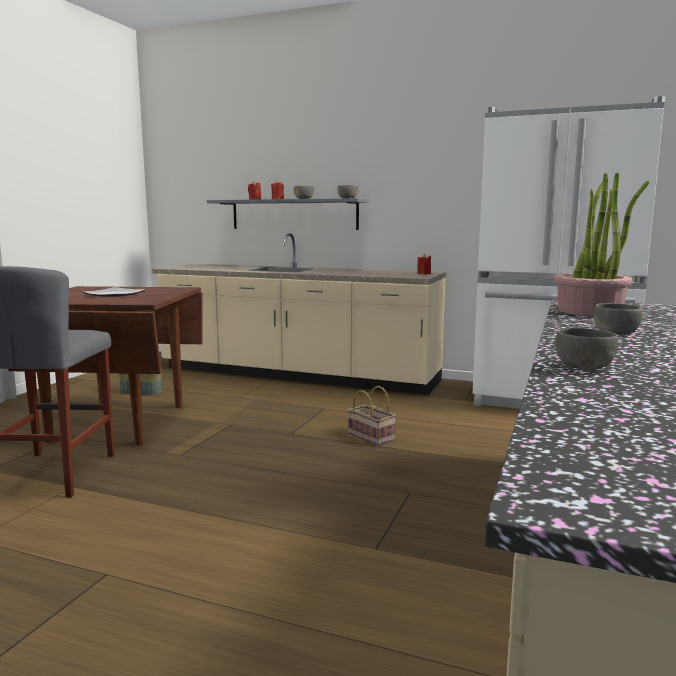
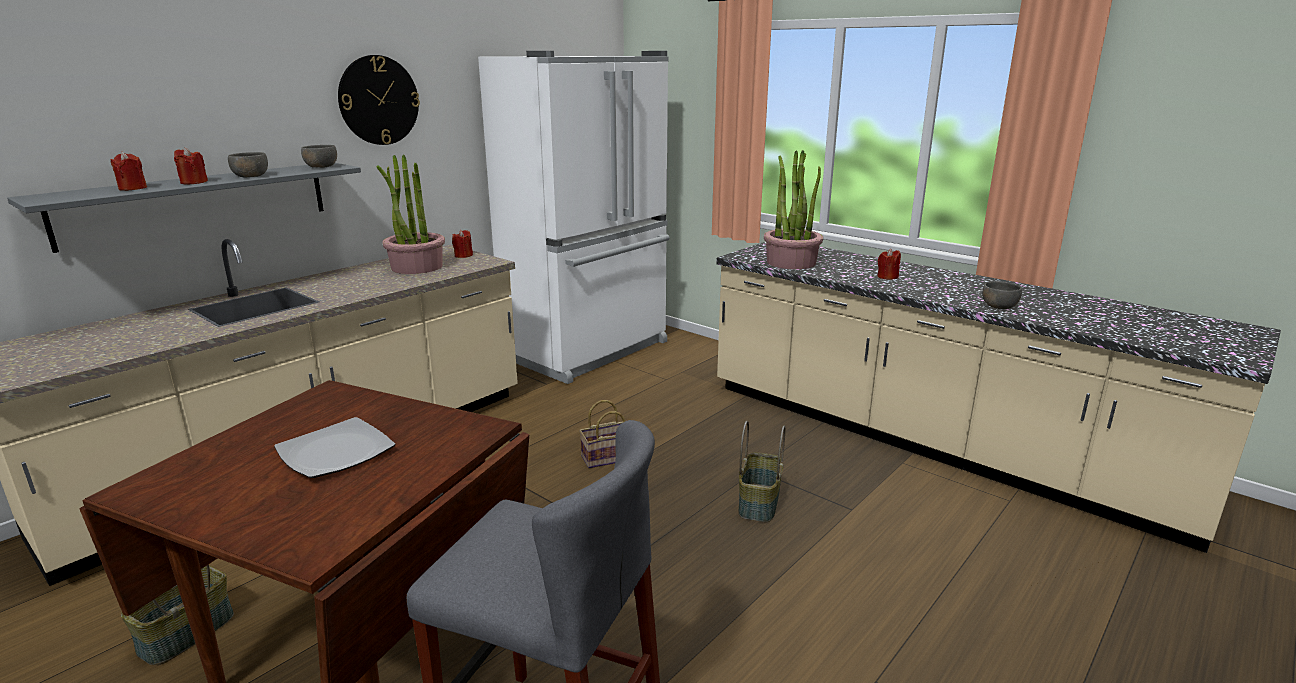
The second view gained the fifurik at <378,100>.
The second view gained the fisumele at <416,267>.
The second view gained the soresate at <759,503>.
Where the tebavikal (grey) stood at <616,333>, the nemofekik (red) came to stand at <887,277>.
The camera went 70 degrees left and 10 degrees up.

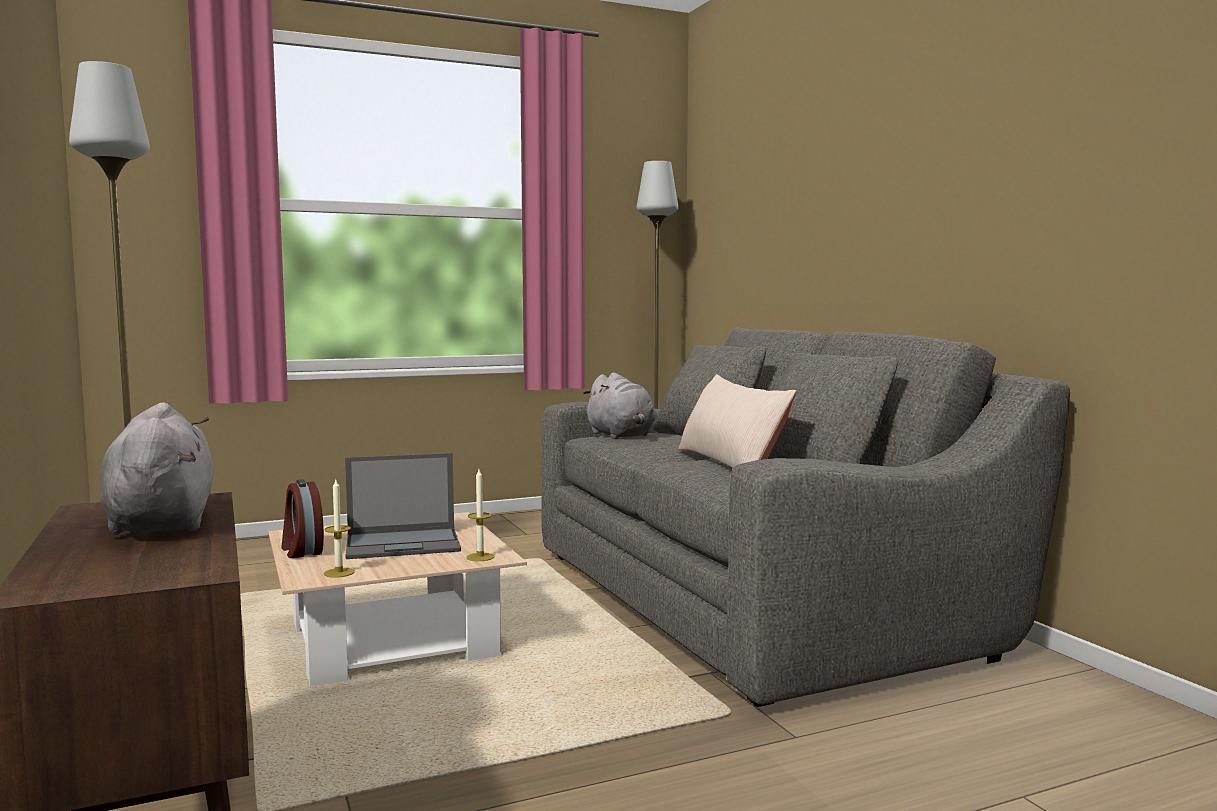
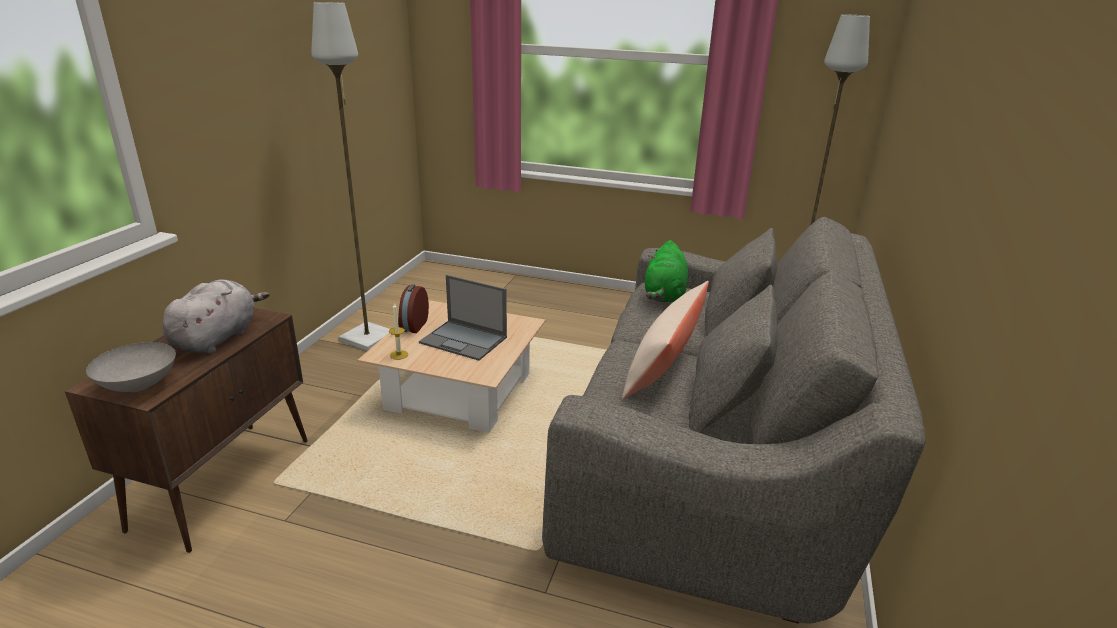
The second view lost the nemofekik at <480,557>.
The second view gained the tebavikal (grey) at <140,385>.
What was the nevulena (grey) at <621,436> turned into the nevulena (green) at <664,295>.
The camera went 40 degrees right and 20 degrees up.

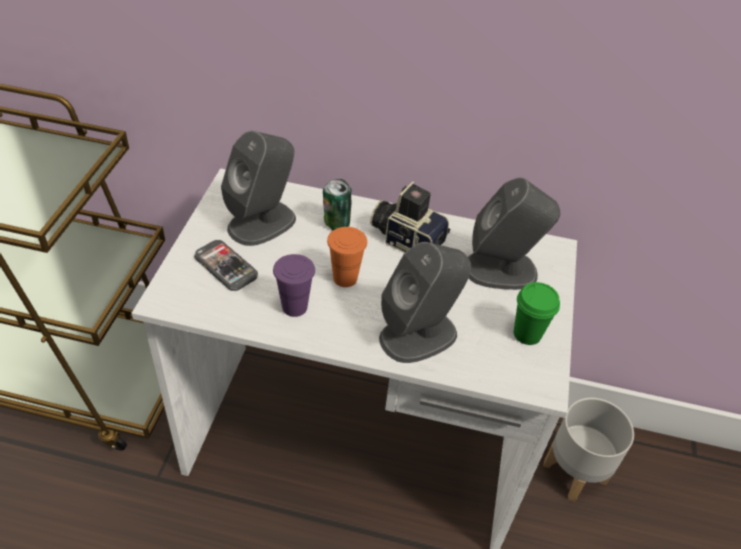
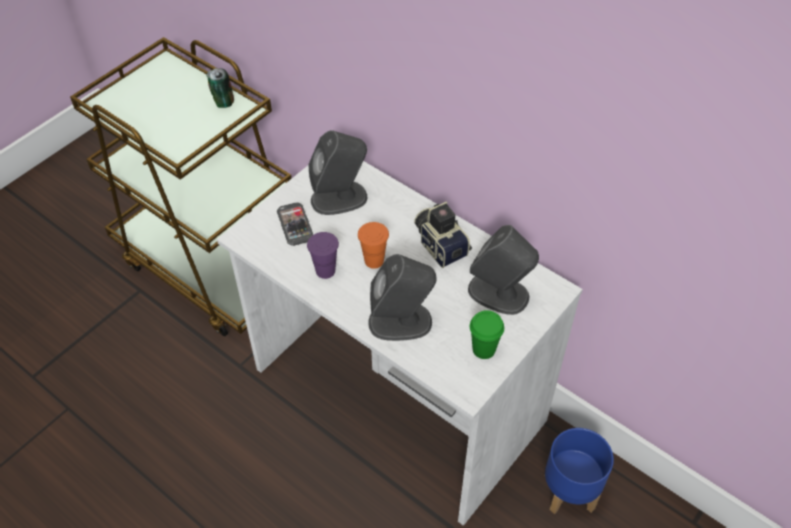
The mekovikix ended up elsewhere, having gone from <336,224> to <223,102>.
What was the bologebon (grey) at <573,473> turned into the bologebon (blue) at <568,491>.
The camera went 30 degrees right and 5 degrees up.

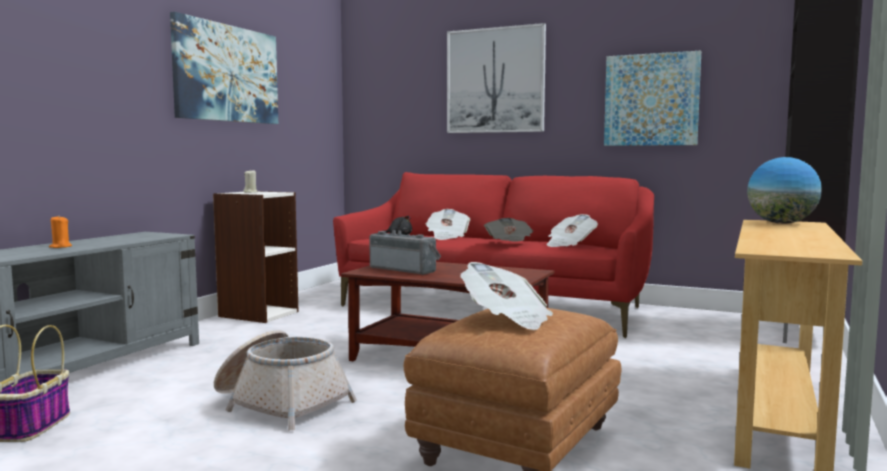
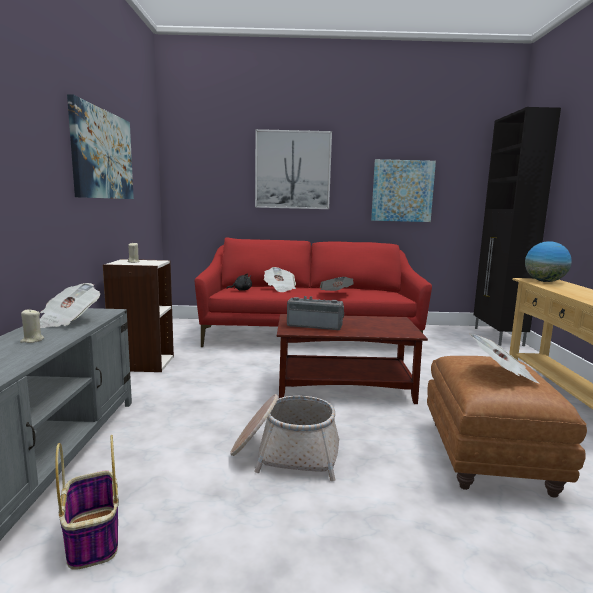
The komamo ended up elsewhere, having gone from <569,245> to <67,321>.
What was the nemofekik (orange) at <60,247> turned into the nemofekik (beige) at <32,340>.
The camera went 25 degrees left and 5 degrees up.

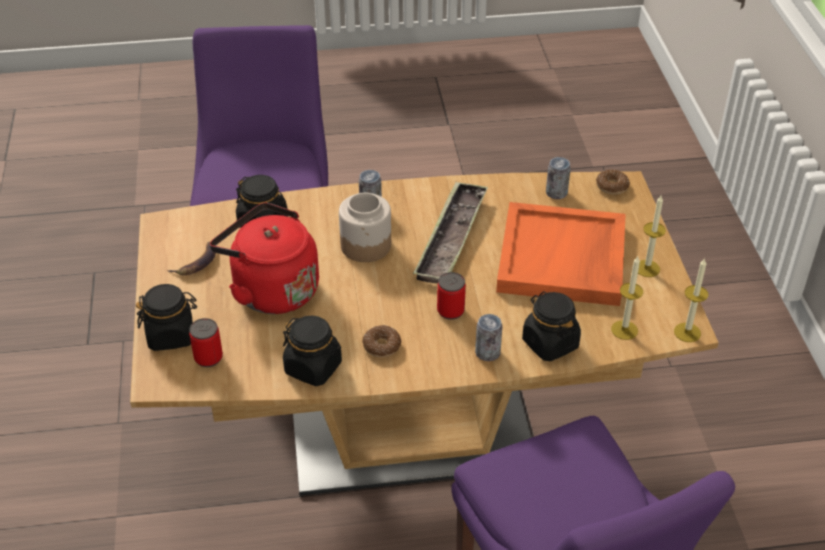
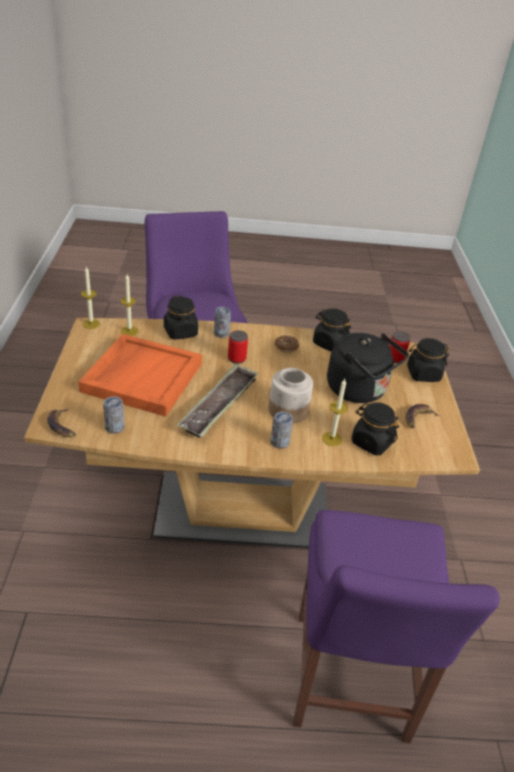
The nemofekik ended up elsewhere, having gone from <647,268> to <332,439>.
Where the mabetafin stood at <612,186>, the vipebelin came to stand at <62,426>.
What was the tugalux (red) at <271,290> turned into the tugalux (black) at <359,391>.
The camera went 175 degrees left and 5 degrees down.

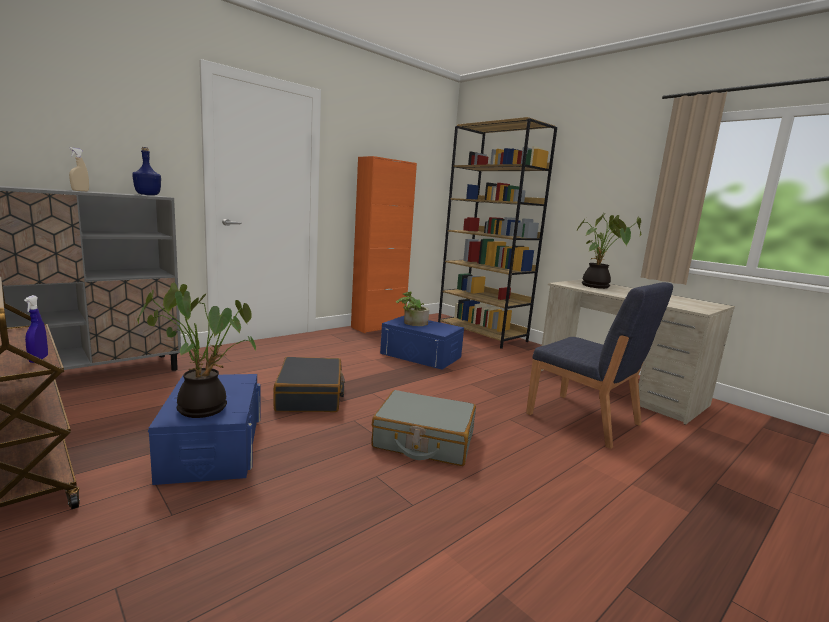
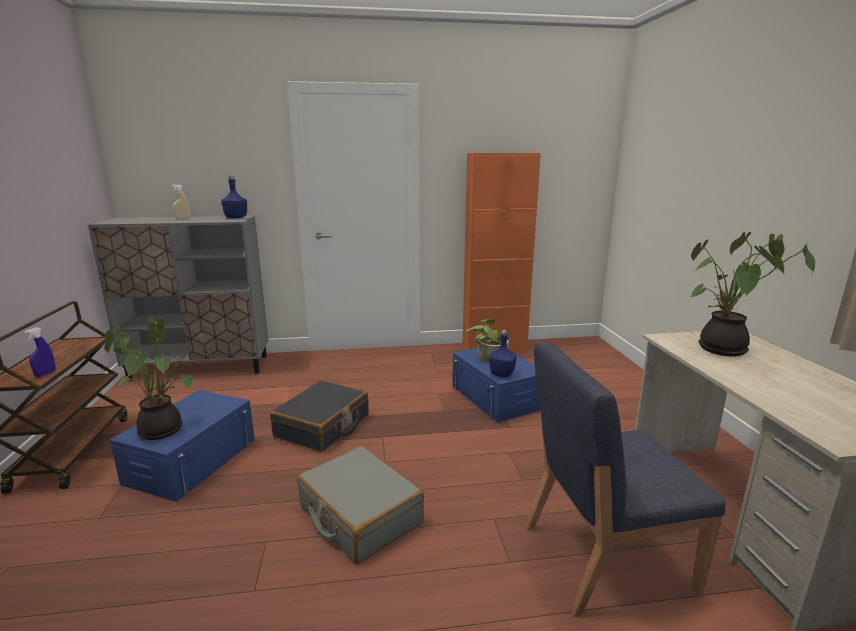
The second view lost the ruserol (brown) at <482,334>.
The second view gained the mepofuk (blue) at <501,374>.
The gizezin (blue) at <584,420> ended up facing another way, 90 degrees clockwise from before.
The camera went 35 degrees right and 5 degrees up.

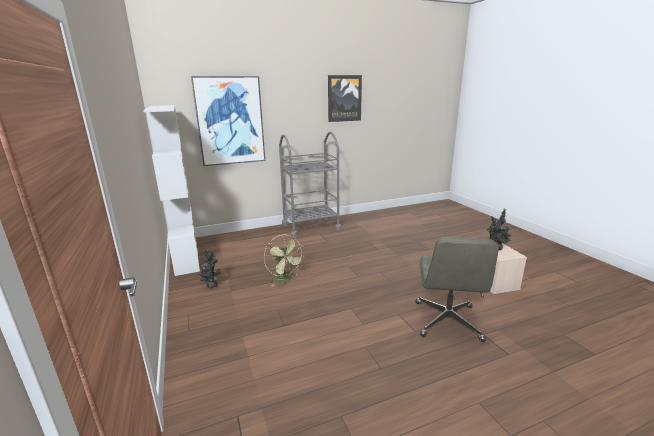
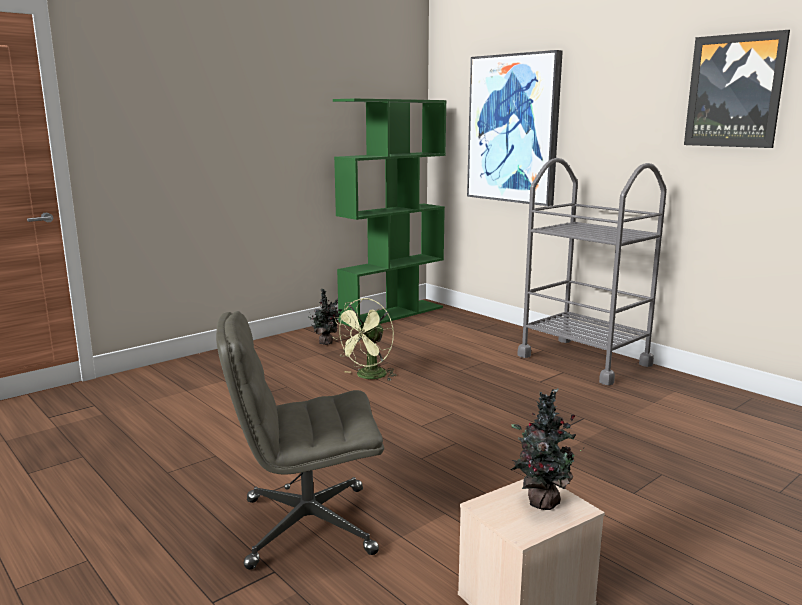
What was the ruserol (white) at <186,256> turned into the ruserol (green) at <392,314>.
The camera went 70 degrees right and 5 degrees down.

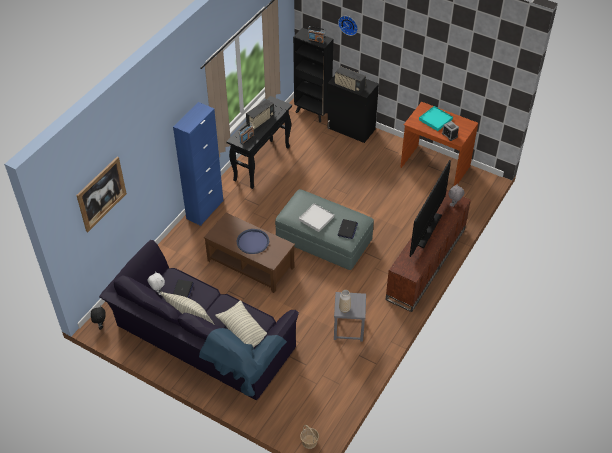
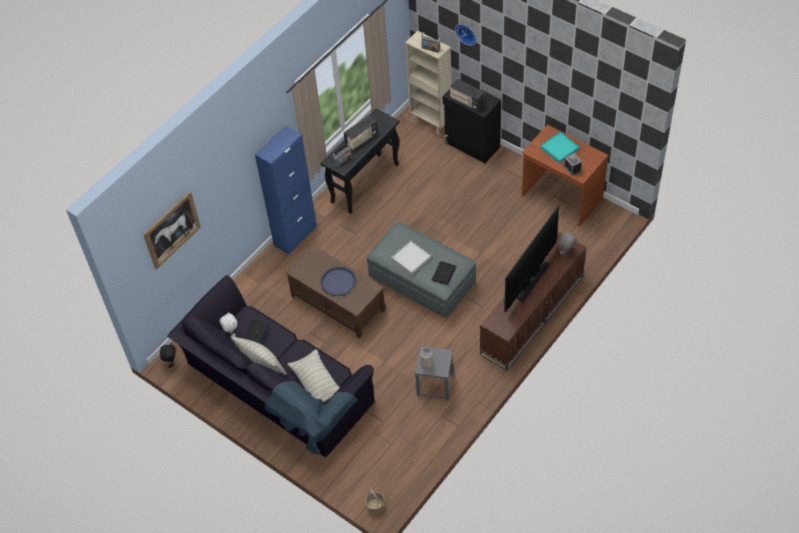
What was the ruserol (black) at <312,112> turned into the ruserol (beige) at <431,122>.
The camera went 10 degrees right and 5 degrees up.

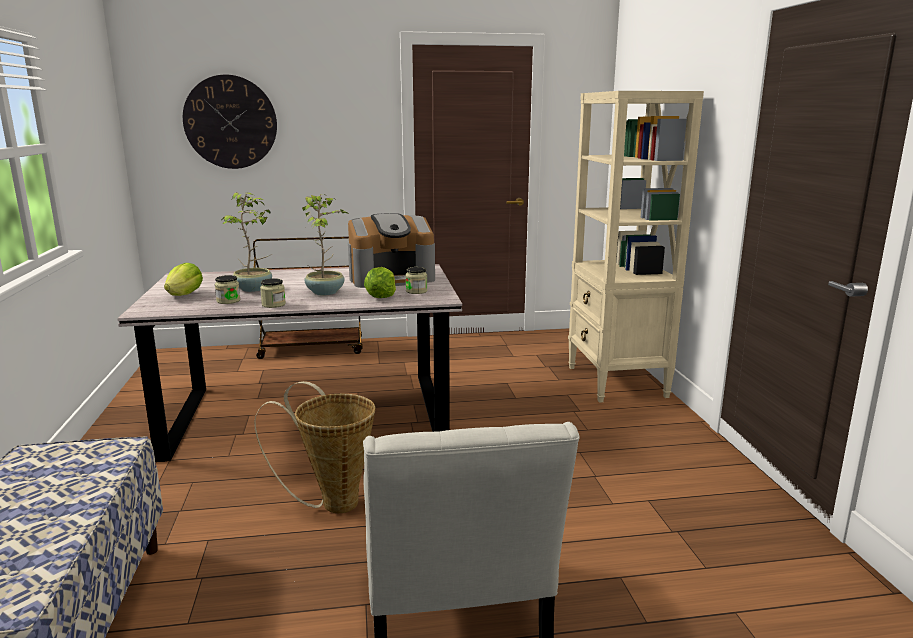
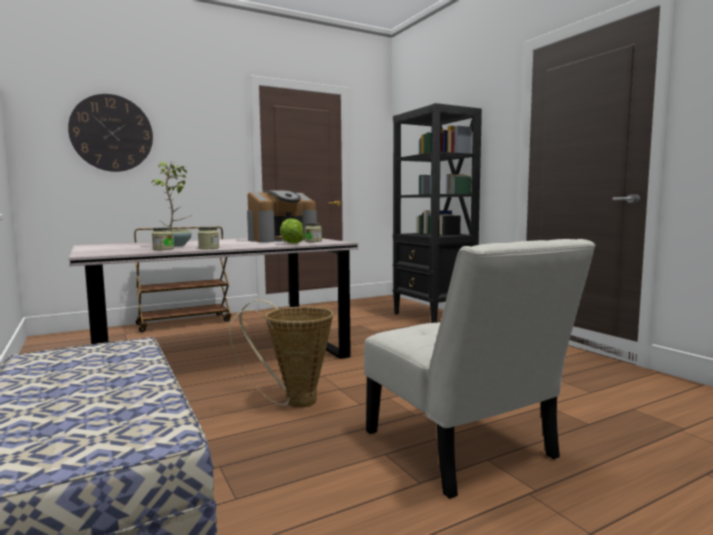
The second view lost the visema at <185,295>.
The second view lost the fisumele at <326,292>.
What was the ruserol (beige) at <616,382> turned into the ruserol (black) at <433,317>.
The camera went 20 degrees left and 10 degrees down.

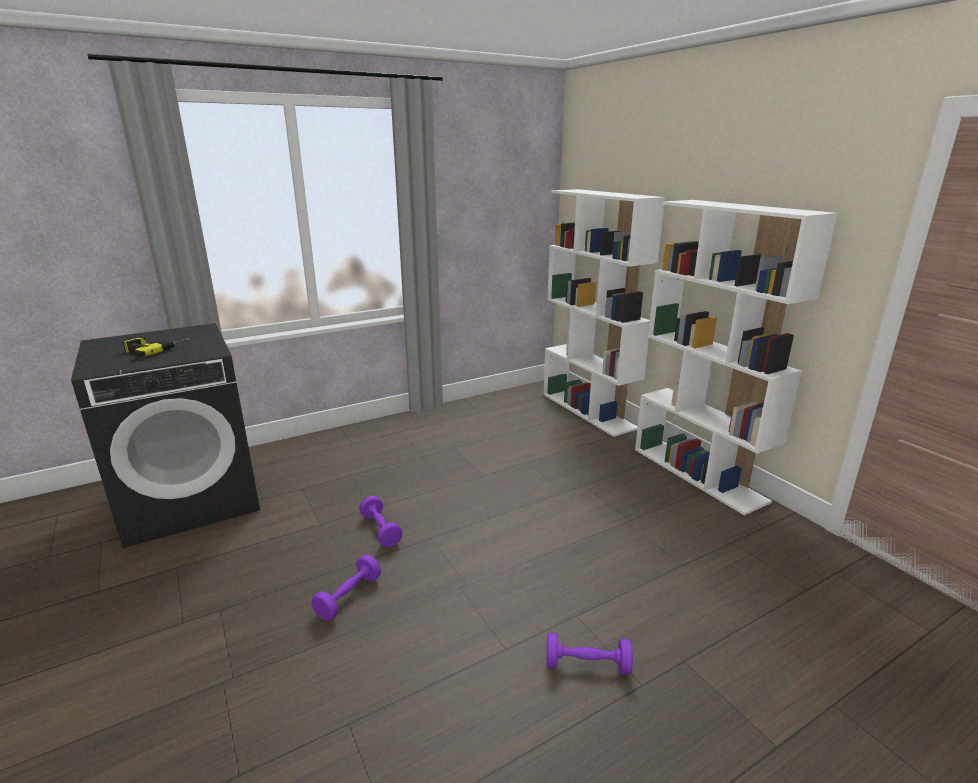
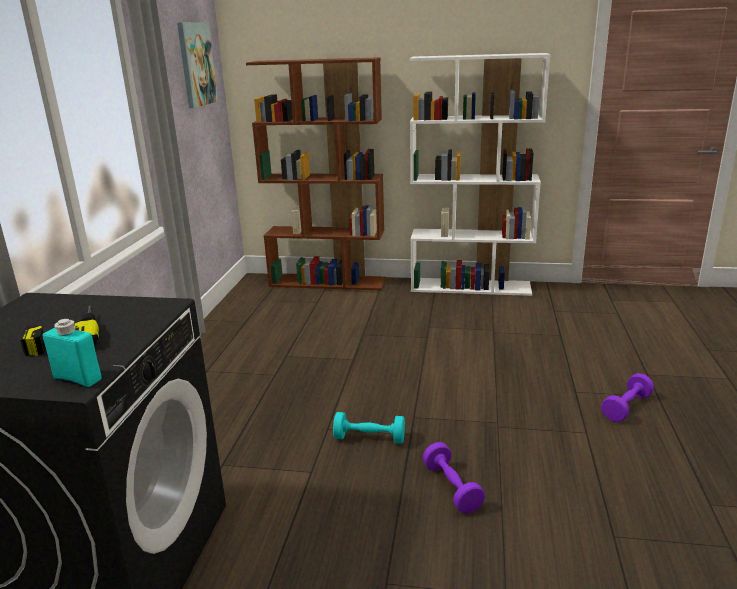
The second view gained the mepofuk (turquoise) at <77,379>.
The second view gained the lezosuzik at <196,64>.
What was the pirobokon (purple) at <381,530> turned into the pirobokon (turquoise) at <369,438>.
What was the ruserol (white) at <589,411> turned into the ruserol (brown) at <328,282>.
The camera went 50 degrees left and 0 degrees up.

